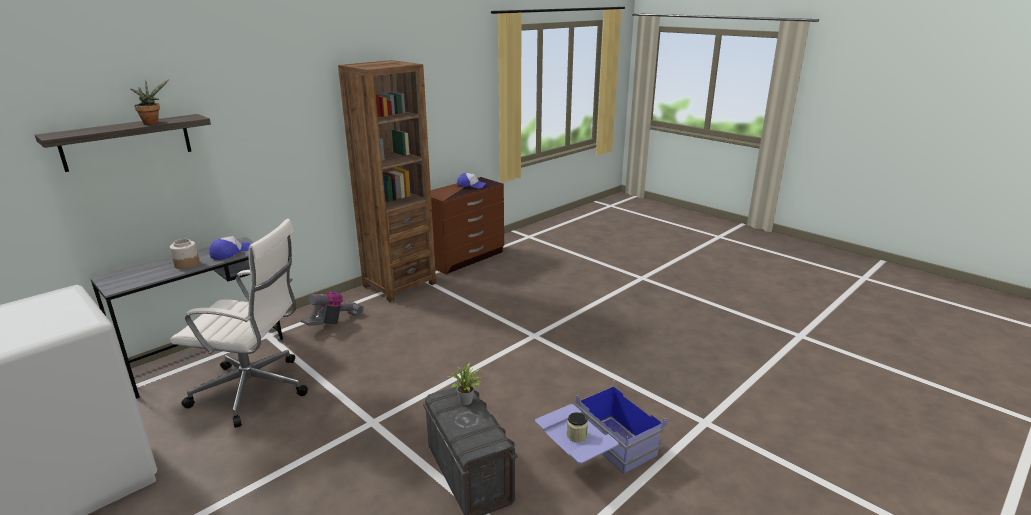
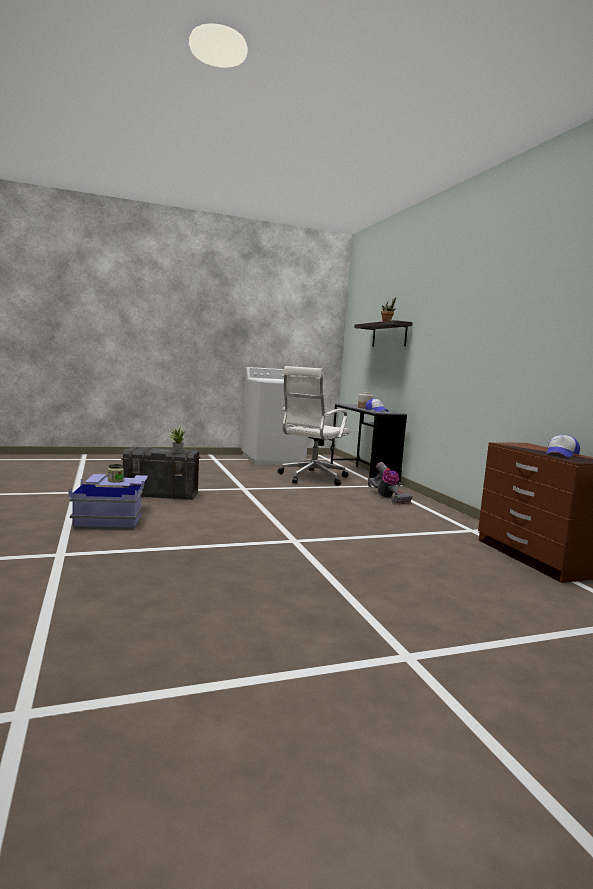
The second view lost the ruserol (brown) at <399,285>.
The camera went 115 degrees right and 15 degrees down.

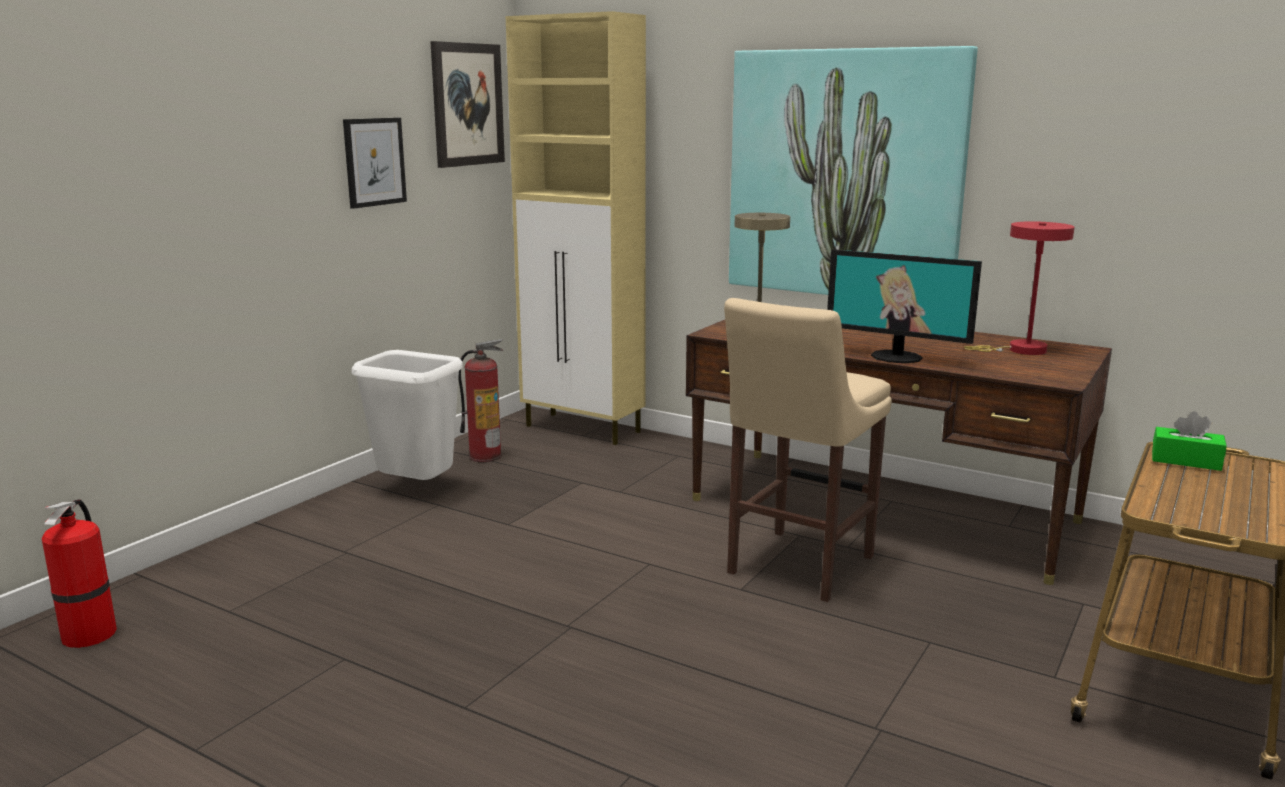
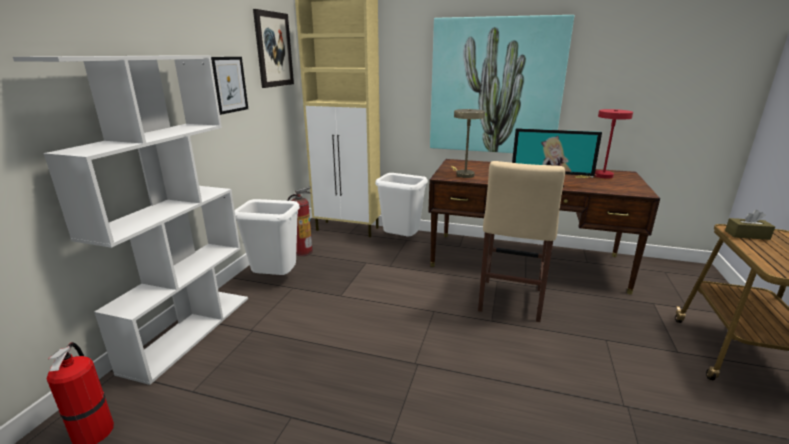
The second view gained the ruserol (white) at <190,331>.
The second view gained the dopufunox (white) at <401,241>.
What was the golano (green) at <1186,460> turned into the golano (brown) at <747,235>.
The camera went 15 degrees left and 5 degrees up.

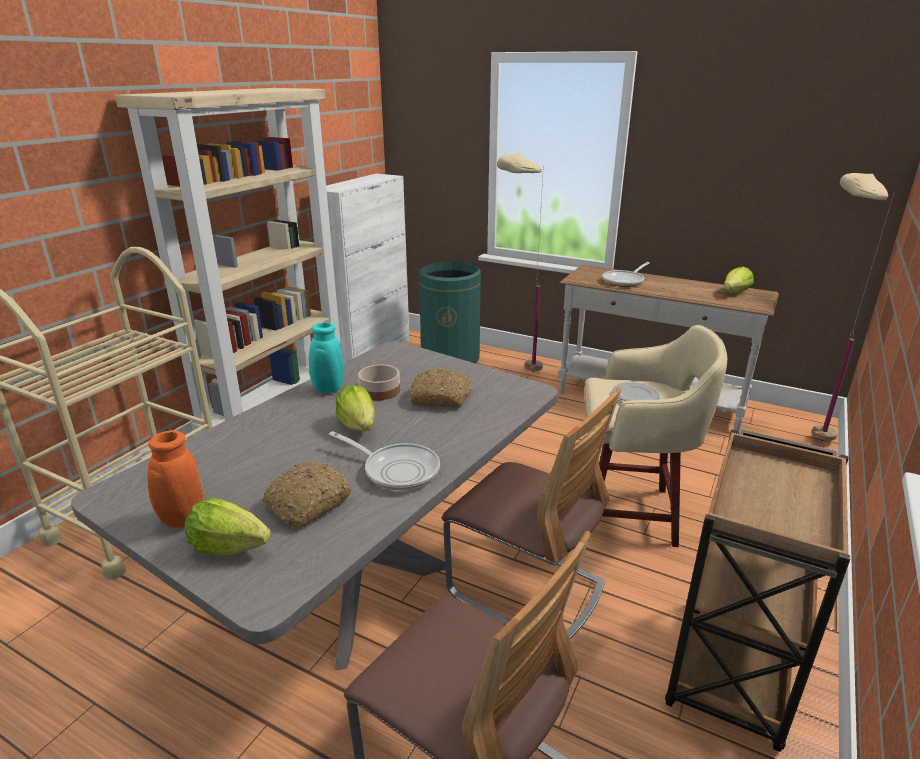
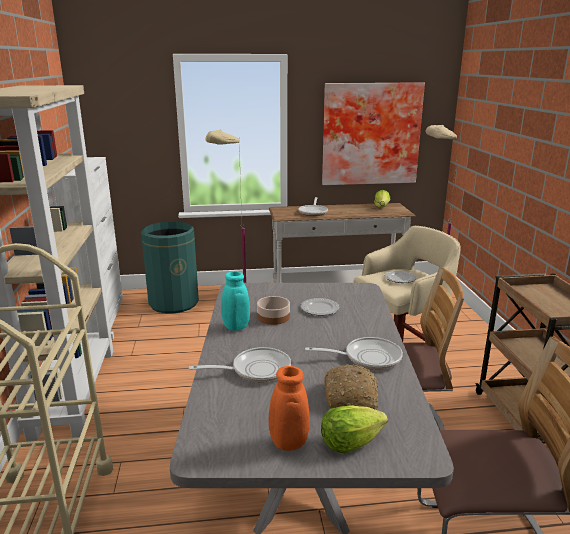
The second view lost the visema at <358,426>.
The second view gained the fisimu at <256,370>.
The second view gained the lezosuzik at <370,134>.
Where the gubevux stood at <441,398>, the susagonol came to stand at <320,309>.
The camera went 35 degrees left and 5 degrees down.

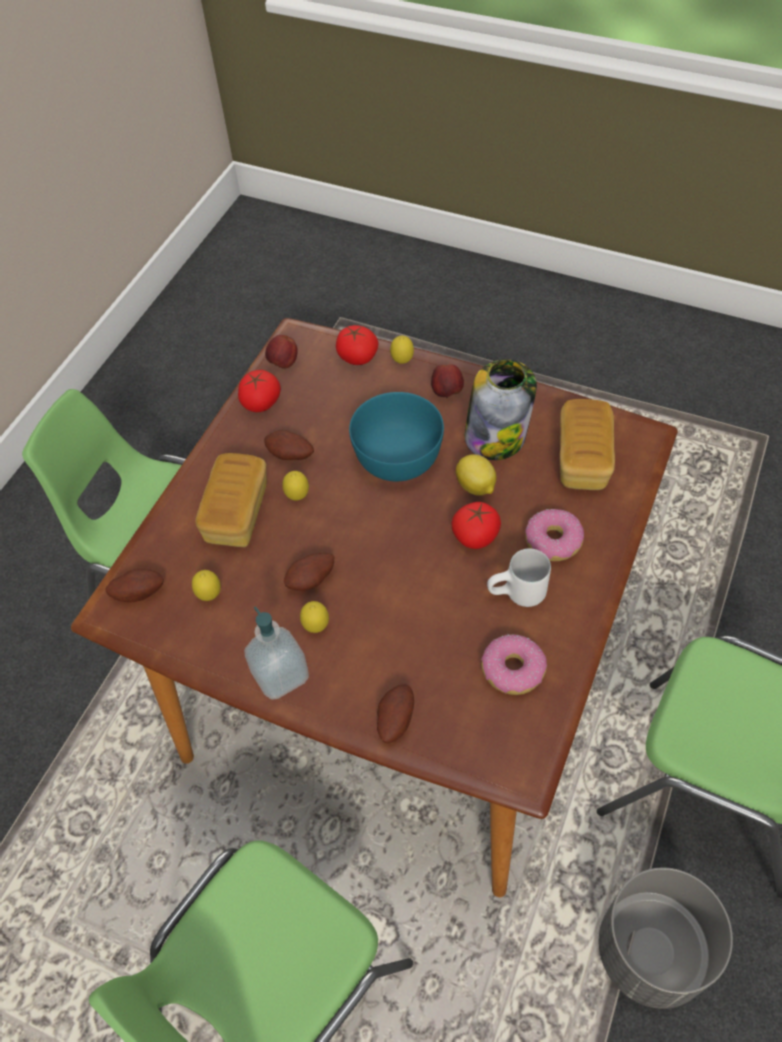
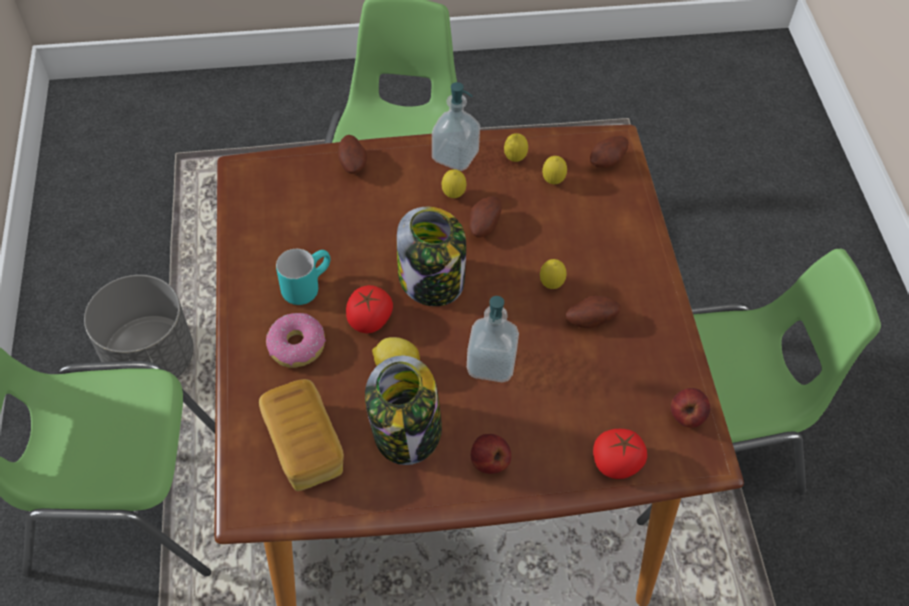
The second view lost the gubevux at <237,513>.
The second view lost the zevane at <261,403>.
The second view lost the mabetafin at <512,670>.
The second view gained the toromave at <432,281>.
The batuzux ended up elsewhere, having gone from <402,362> to <514,159>.
Where the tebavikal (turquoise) stood at <396,457>, the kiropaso came to stand at <491,364>.
What was the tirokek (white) at <517,596> turned into the tirokek (turquoise) at <305,285>.
The camera went 145 degrees right and 0 degrees up.

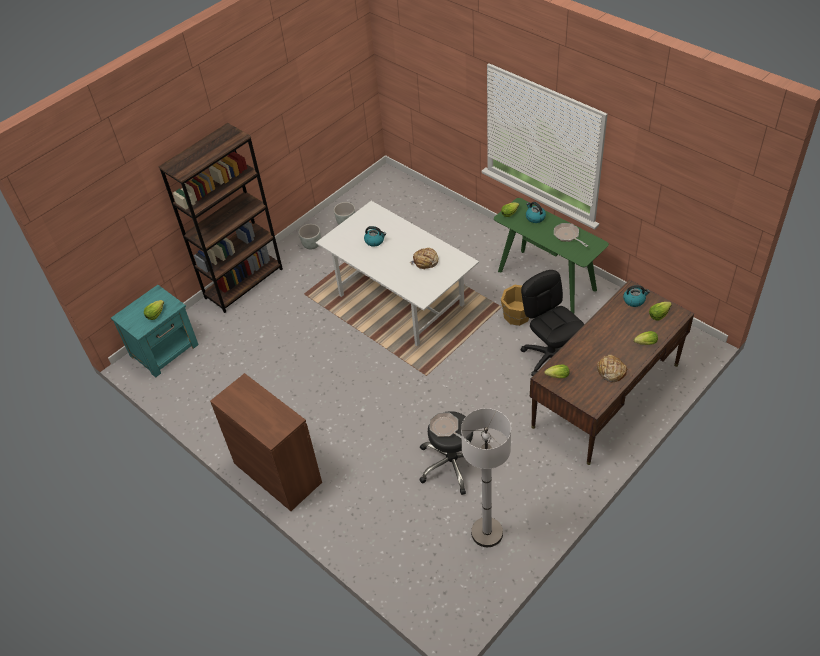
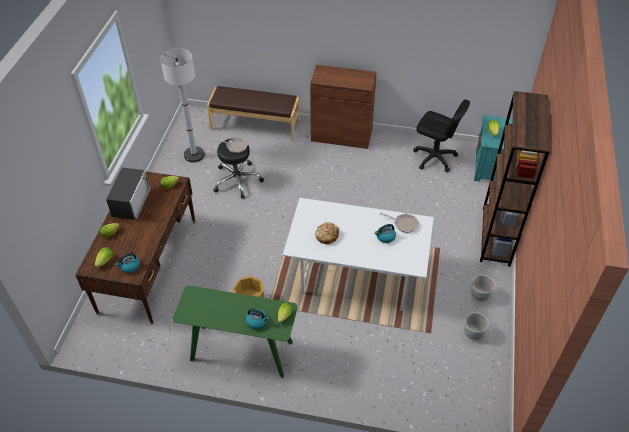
The second view gained the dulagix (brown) at <255,125>.
The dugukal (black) ended up elsewhere, having gone from <550,357> to <434,158>.
The fisimu ended up elsewhere, having gone from <567,236> to <403,224>.
Where the gubevux stood at <610,371>, the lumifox came to stand at <131,202>.
The camera went 145 degrees right and 0 degrees up.

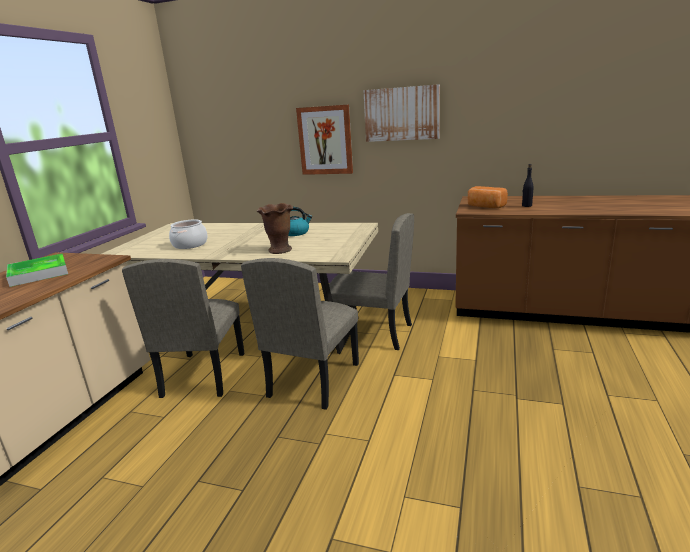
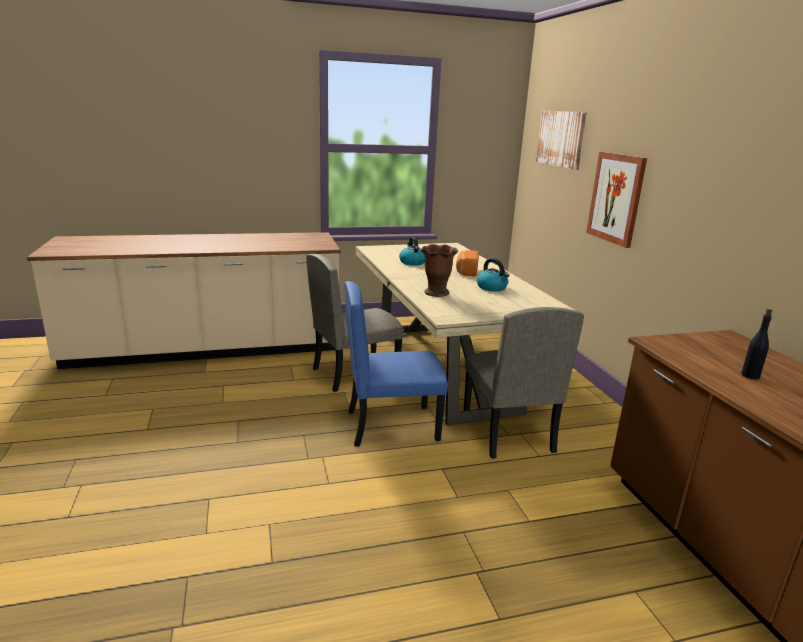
The second view lost the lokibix at <39,273>.
The lezosuzik ended up elsewhere, having gone from <401,114> to <561,138>.
The gubevux ended up elsewhere, having gone from <485,206> to <466,271>.
Where the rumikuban stood at <190,245>, the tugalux came to stand at <412,262>.
What was the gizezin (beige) at <313,380> turned into the gizezin (blue) at <392,425>.
The camera went 55 degrees right and 0 degrees up.

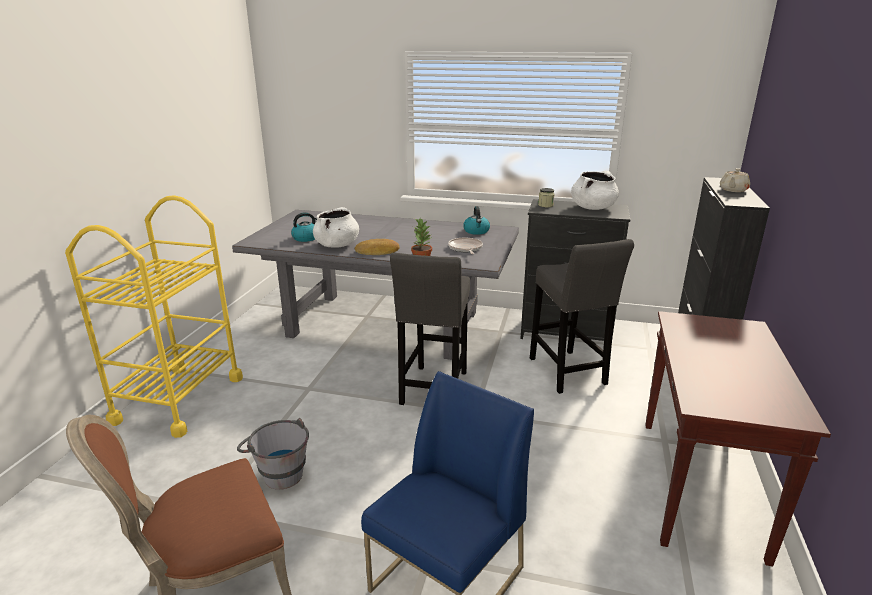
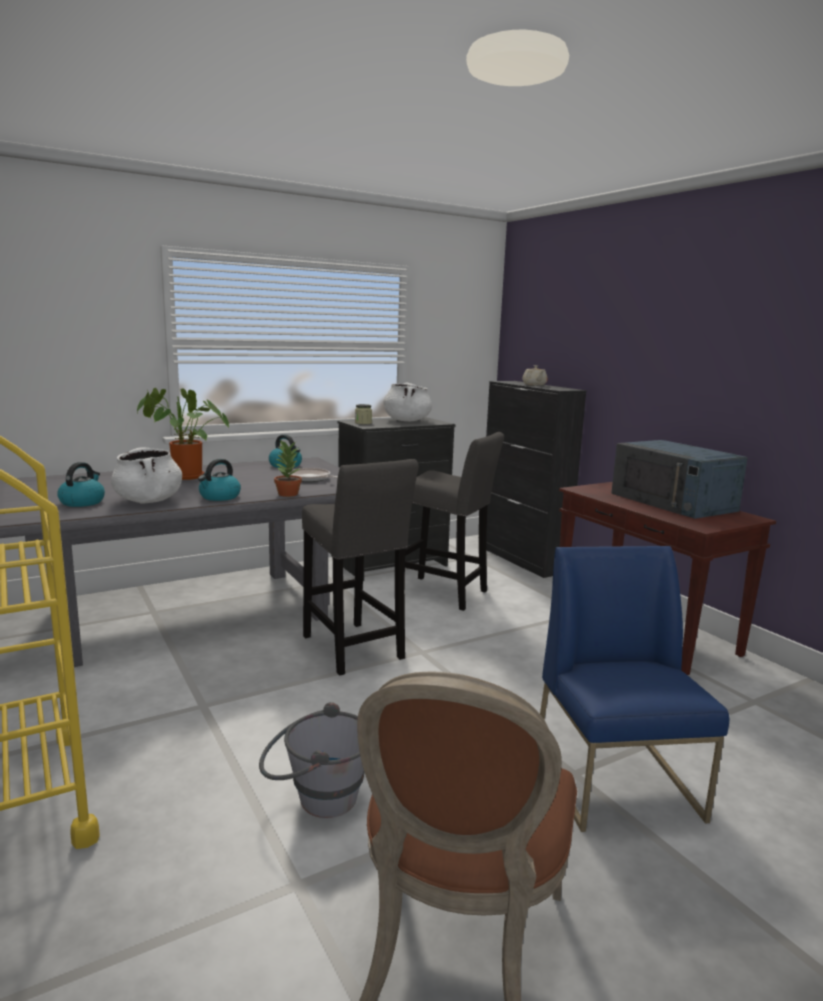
The second view gained the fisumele at <183,477>.
The second view gained the lumifox (blue) at <673,502>.
Where the gubevux stood at <378,251>, the tugalux came to stand at <219,497>.
The camera went 45 degrees left and 10 degrees down.

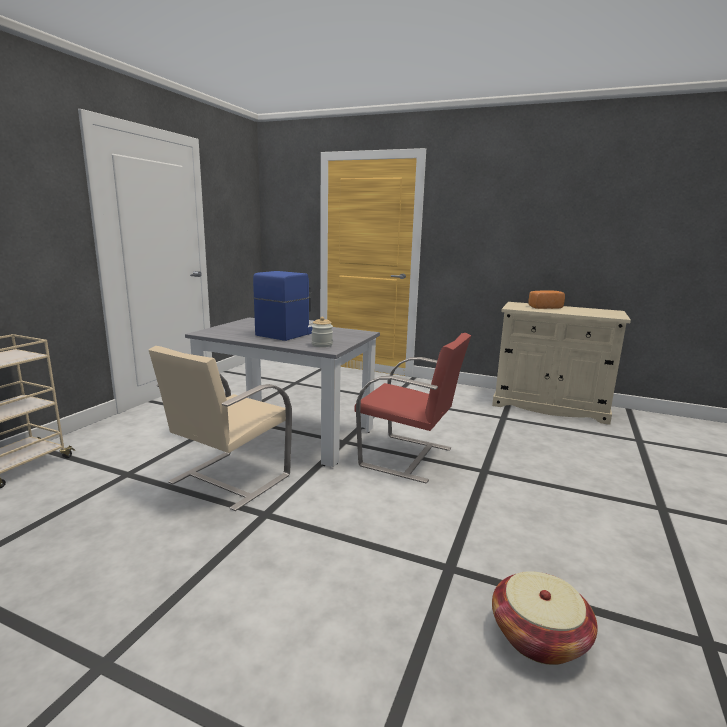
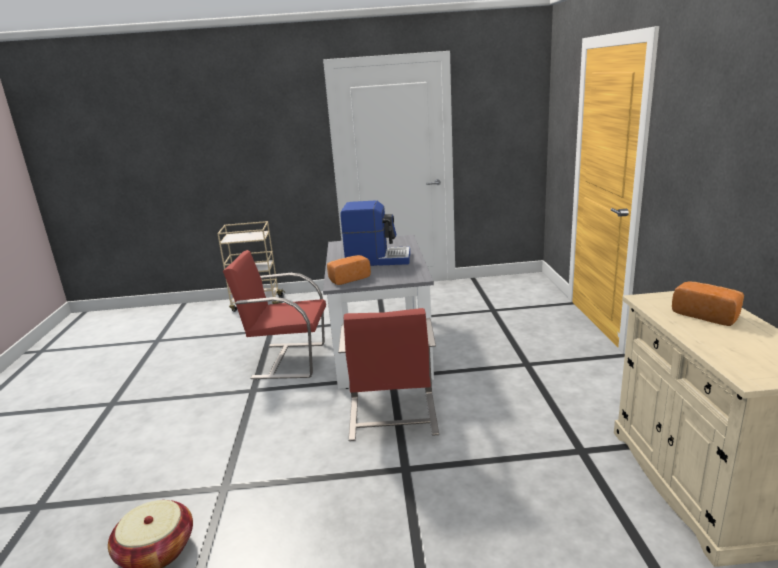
Where the toromave stood at <322,345>, the gubevux came to stand at <348,278>.
What was the gizezin (beige) at <228,479> turned into the gizezin (red) at <288,360>.
The camera went 65 degrees right and 5 degrees up.

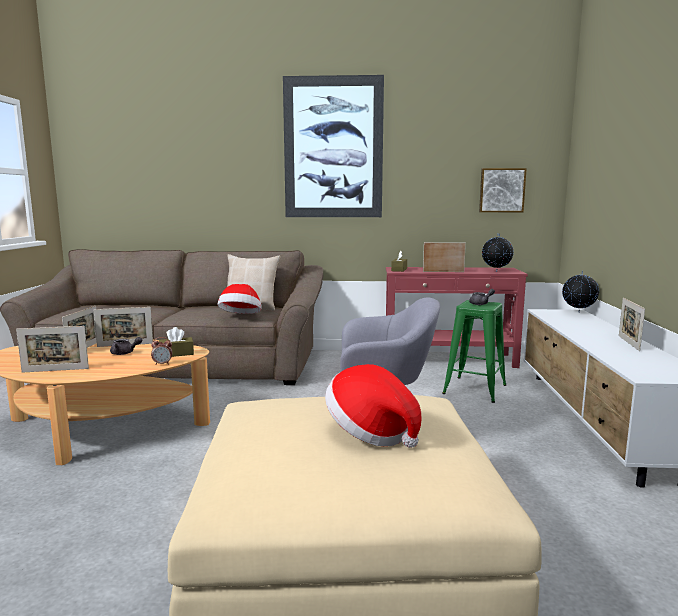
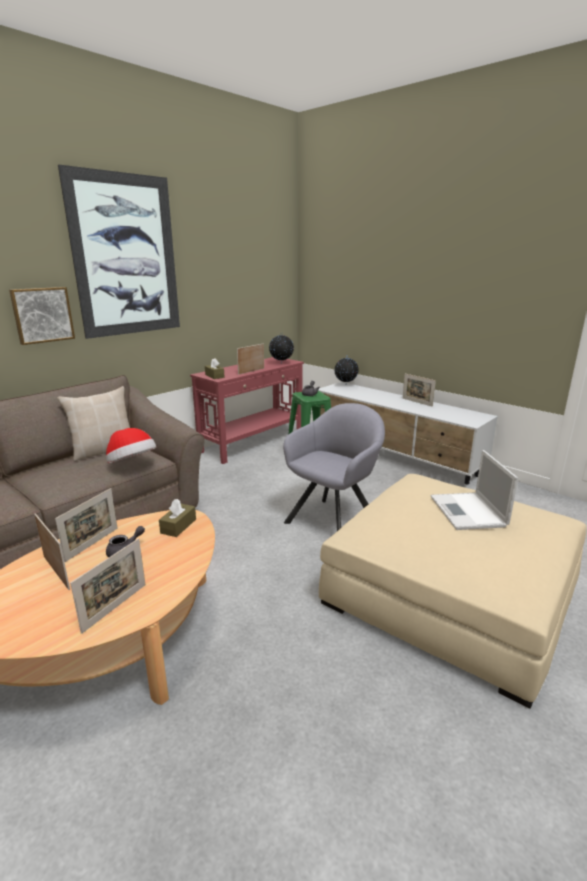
The second view lost the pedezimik at <162,364>.
The lezosuzik ended up elsewhere, having gone from <501,190> to <42,315>.
Where the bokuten stood at <371,432>, the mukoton came to stand at <468,512>.
The camera went 50 degrees left and 10 degrees up.

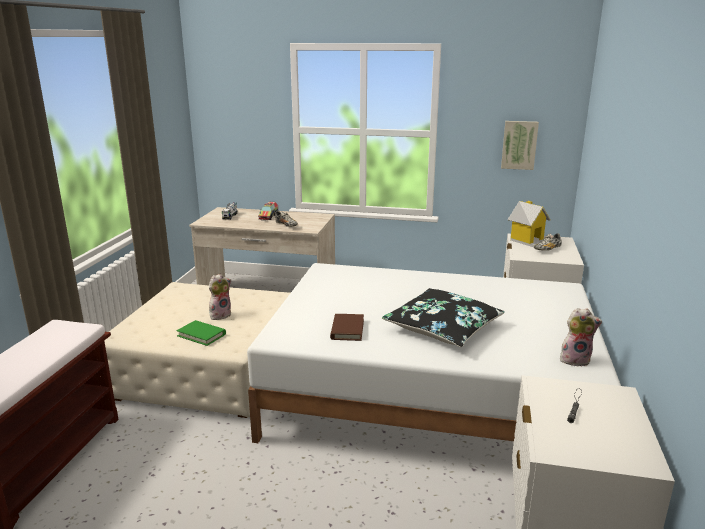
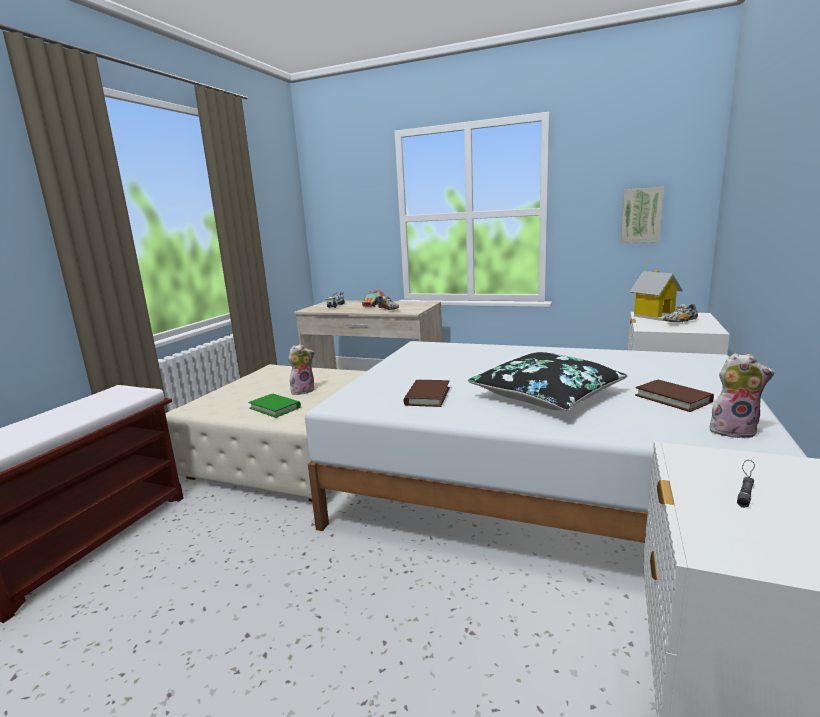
The second view gained the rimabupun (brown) at <673,398>.
The camera went 10 degrees right and 5 degrees down.

